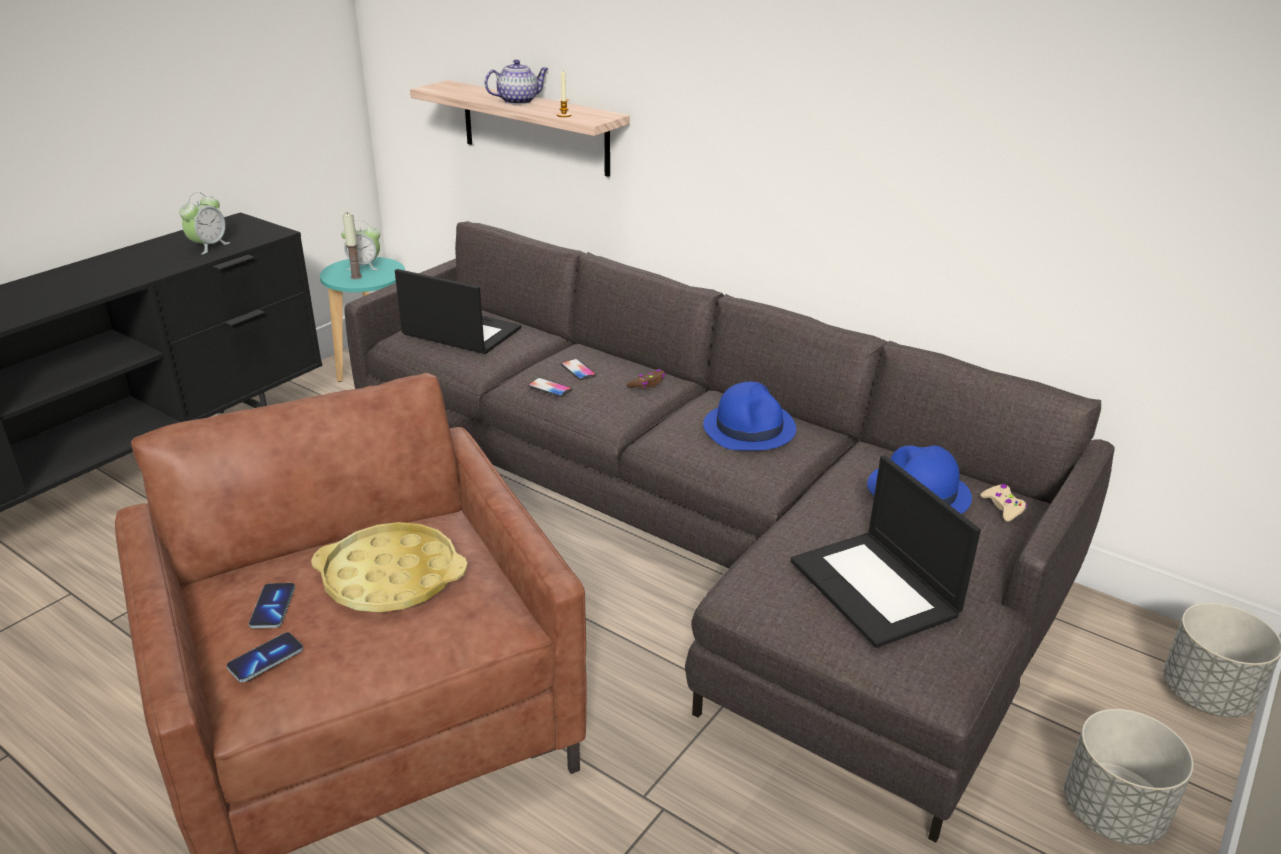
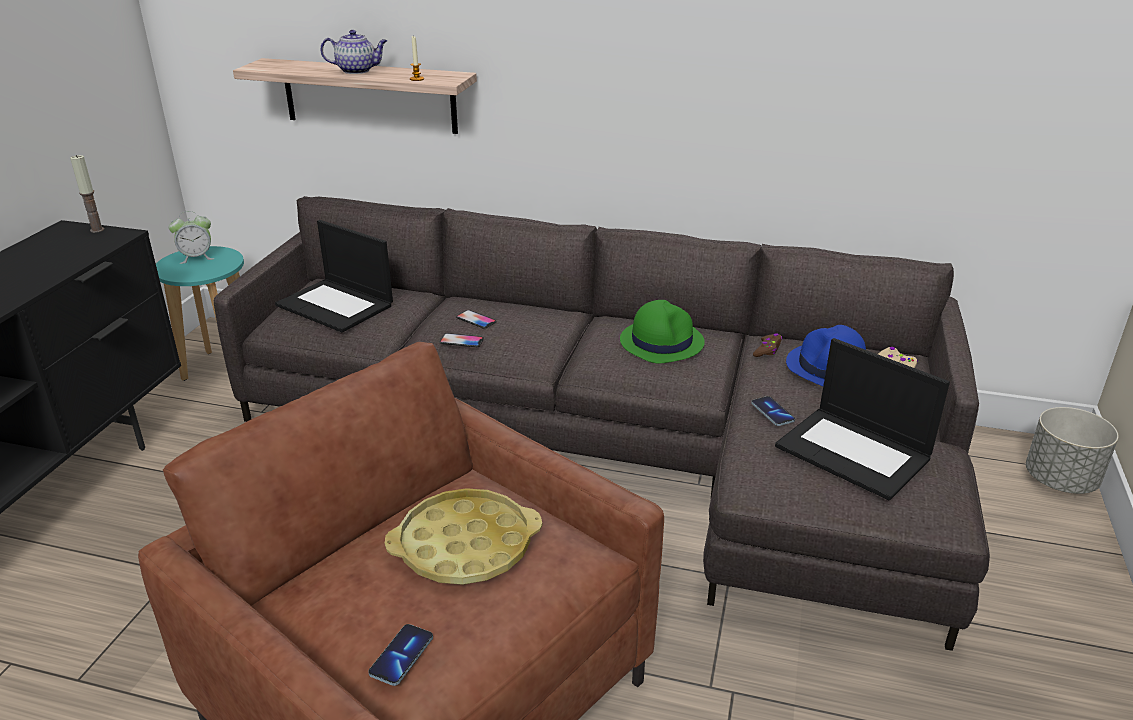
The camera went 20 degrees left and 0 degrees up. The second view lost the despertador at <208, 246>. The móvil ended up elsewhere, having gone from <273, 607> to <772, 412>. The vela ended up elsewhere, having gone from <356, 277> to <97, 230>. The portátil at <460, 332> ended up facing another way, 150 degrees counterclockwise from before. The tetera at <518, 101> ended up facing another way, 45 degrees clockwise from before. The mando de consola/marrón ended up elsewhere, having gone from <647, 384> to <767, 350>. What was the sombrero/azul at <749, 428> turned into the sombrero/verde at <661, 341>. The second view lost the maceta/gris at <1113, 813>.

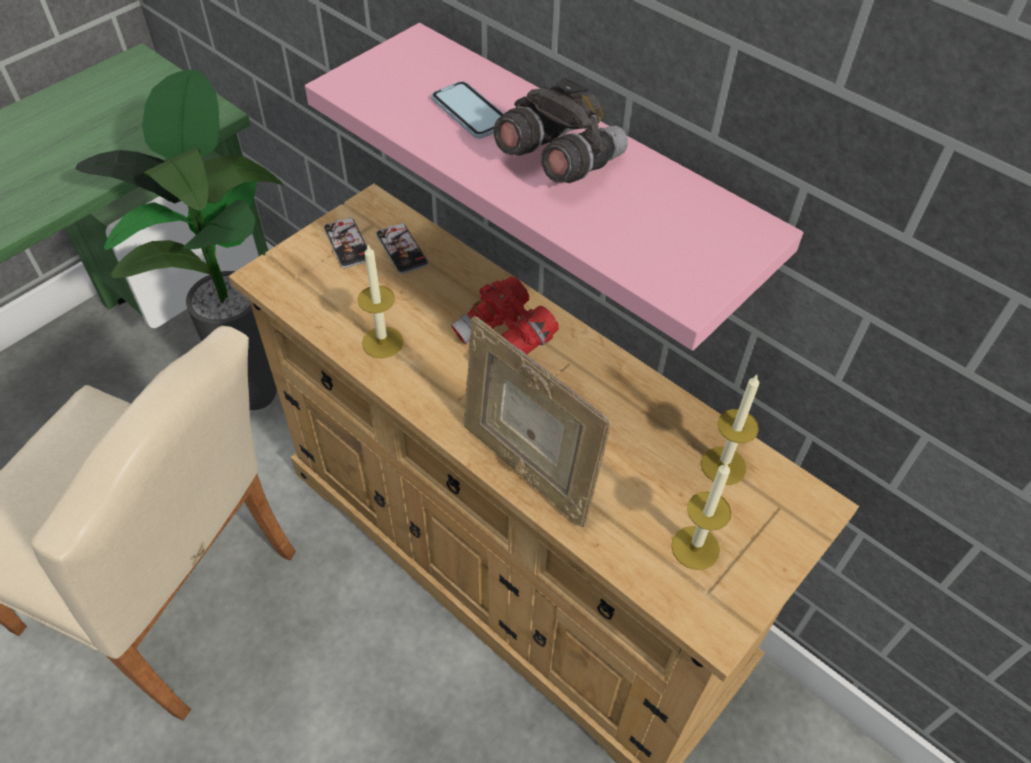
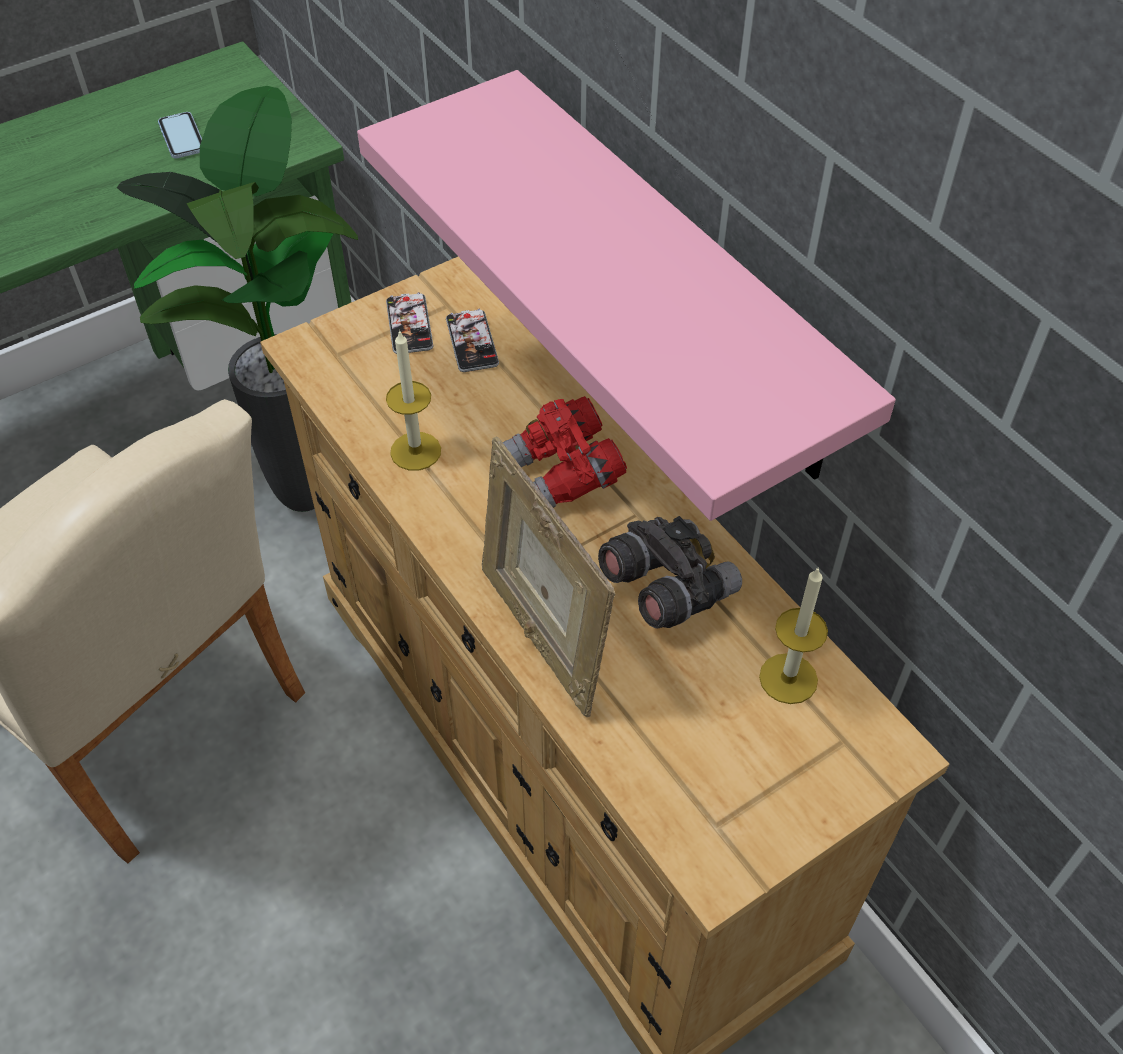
The camera went 15 degrees right and 0 degrees up. The móvil ended up elsewhere, having gone from <470, 112> to <182, 137>. The prismáticos/gris ended up elsewhere, having gone from <558, 161> to <666, 588>. The second view lost the vela at <695, 547>.

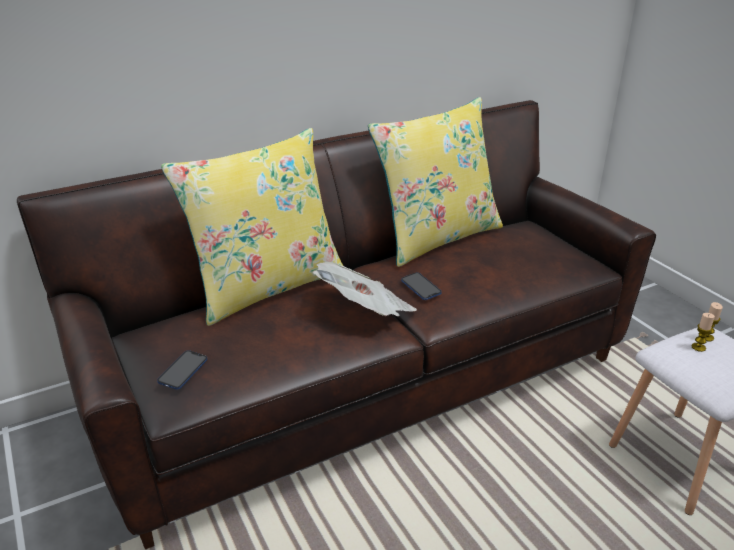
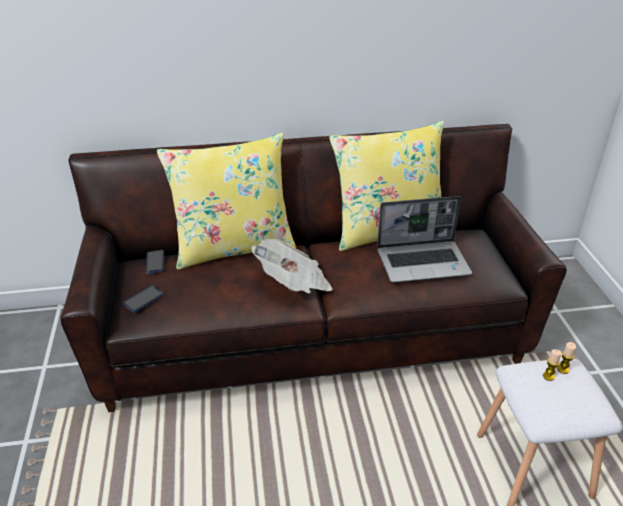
The camera went 20 degrees right and 5 degrees up. The móvil ended up elsewhere, having gone from <421, 287> to <155, 262>. The second view gained the portátil at <423, 262>.

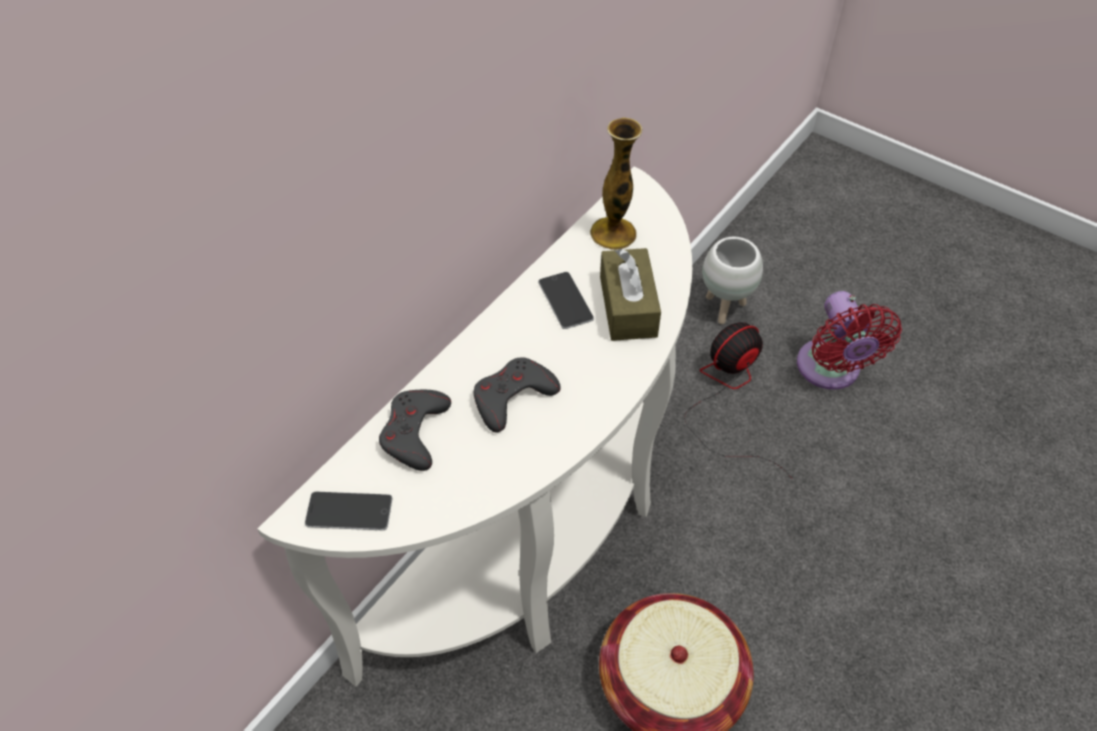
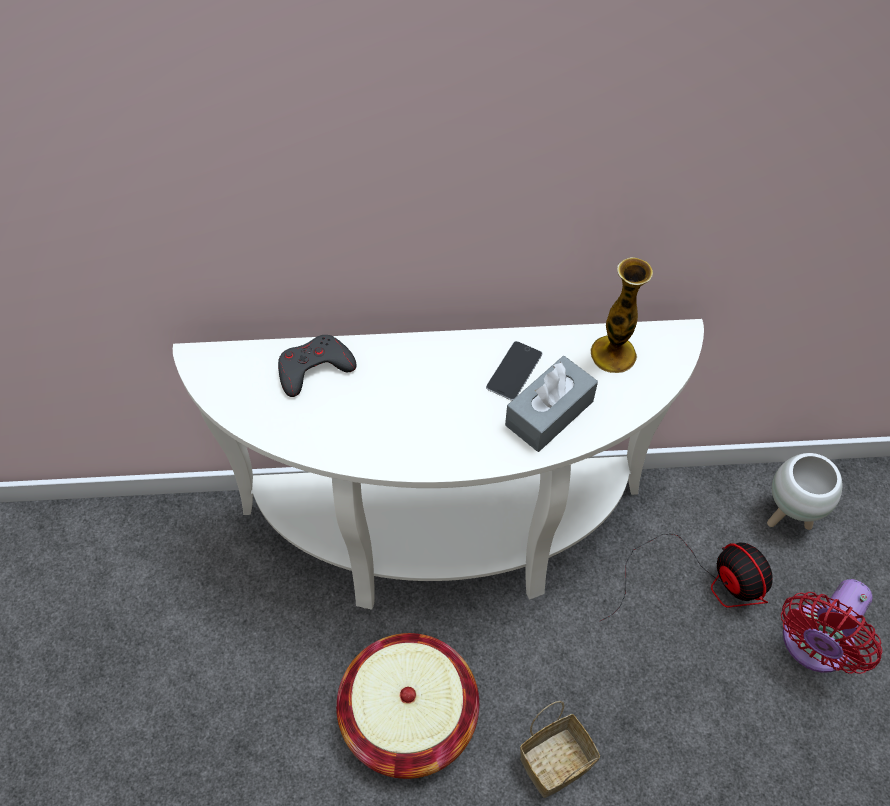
The camera went 50 degrees right and 5 degrees up. The second view lost the móvil at <349, 511>. The second view lost the mando de consola/gris at <512, 397>. What was the caja de pañuelos/marrón at <628, 306> turned into the caja de pañuelos/gris at <549, 413>. The ventilador at <728, 395> ended up facing another way, 45 degrees clockwise from before. The second view gained the cesta at <554, 765>.

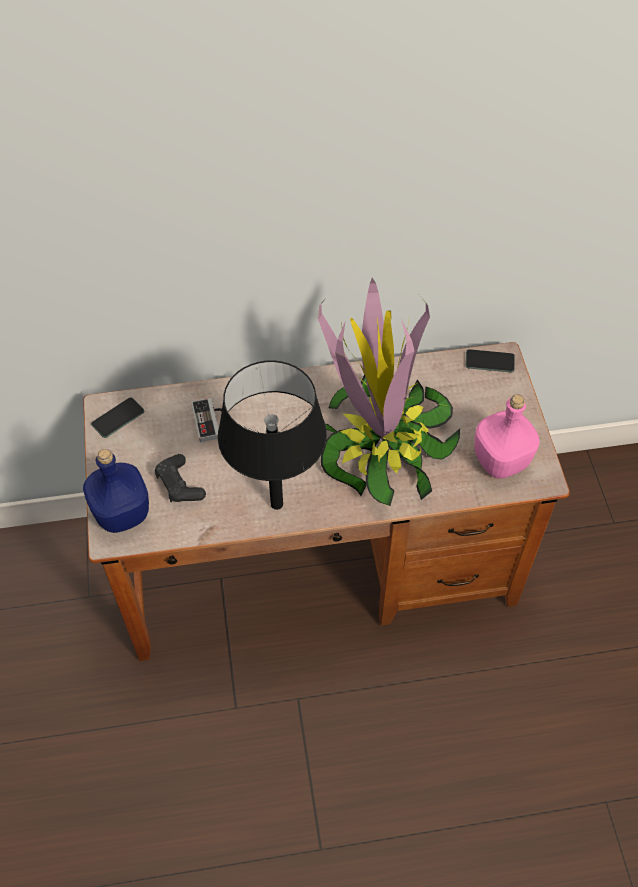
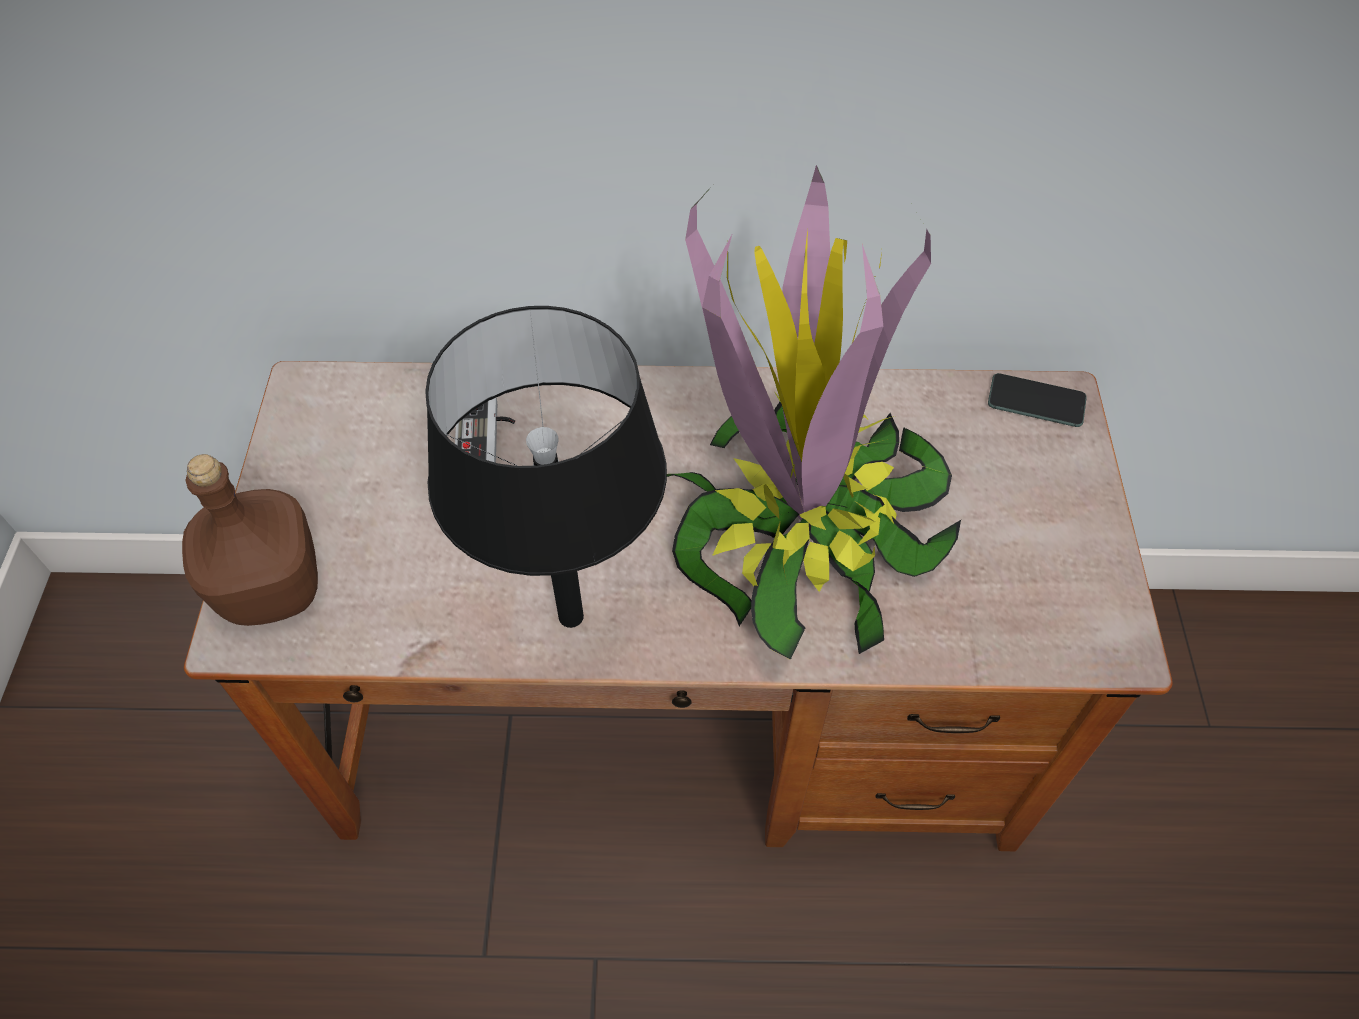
The camera went 10 degrees right and 0 degrees up. What was the botella/azul at <123, 514> turned into the botella/marrón at <274, 592>. The second view lost the móvil at <118, 418>. The second view lost the mando de consola/negro at <179, 485>. The second view lost the botella/rosa at <499, 462>.

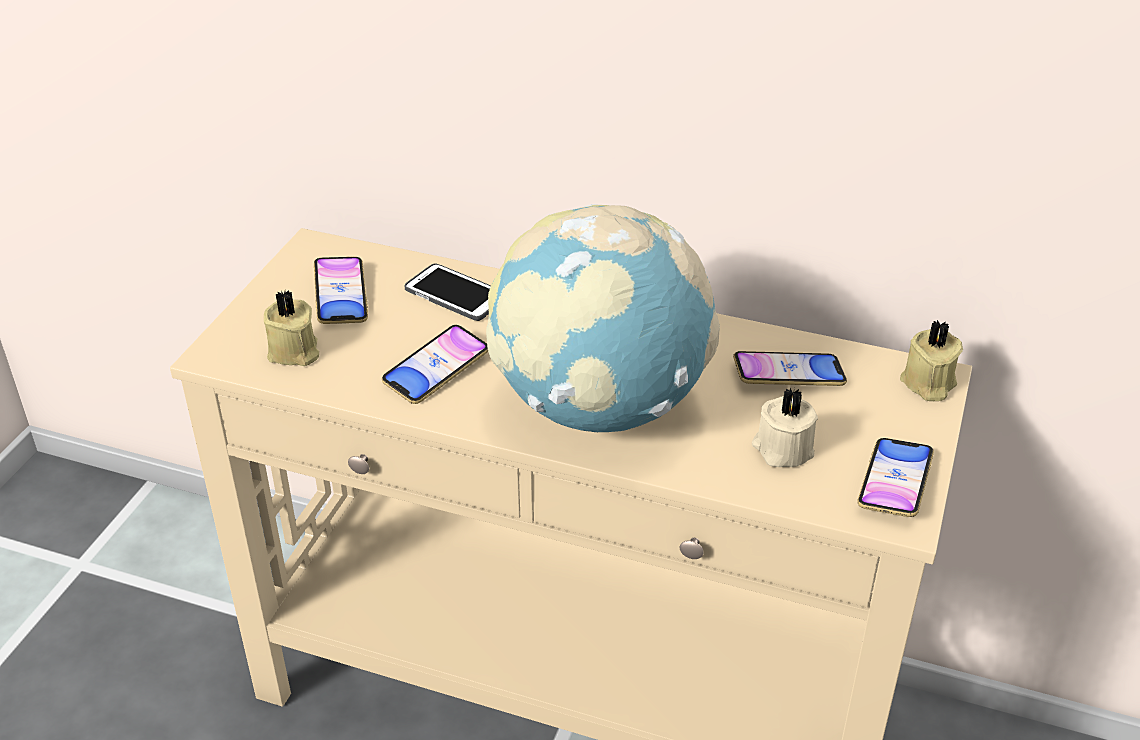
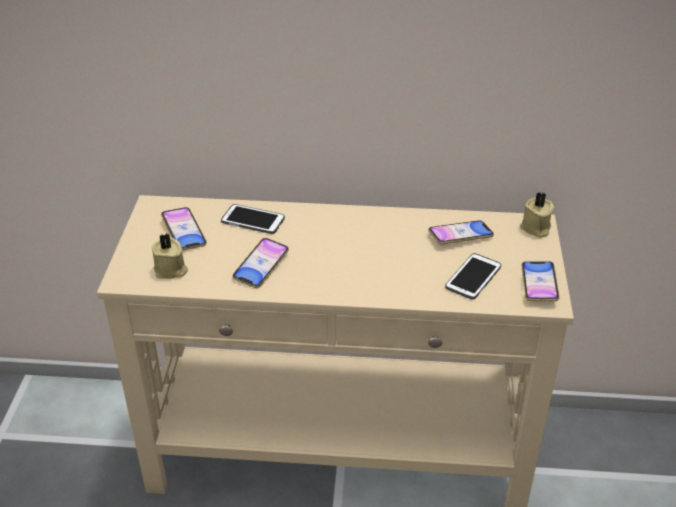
The camera went 15 degrees left and 0 degrees up. The second view lost the globo terráqueo at <600, 406>. Where the vela/beis stood at <782, 449>, the móvil came to stand at <473, 277>.

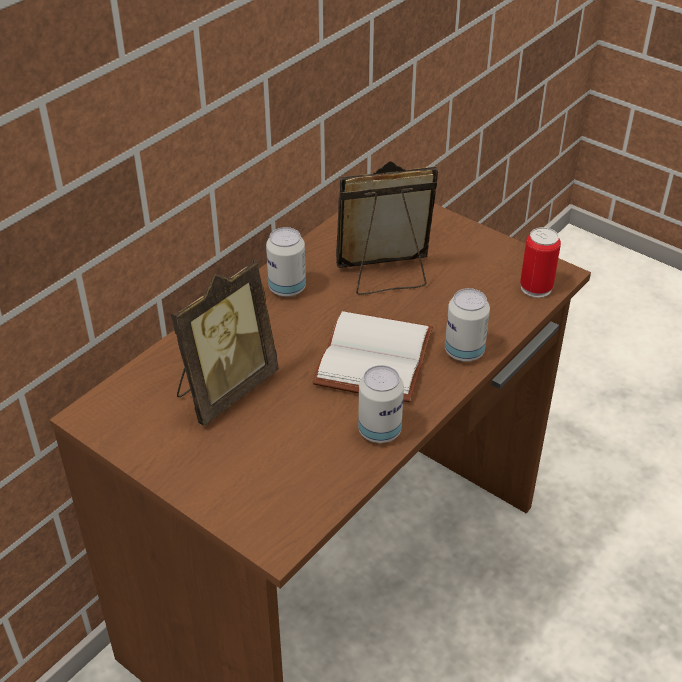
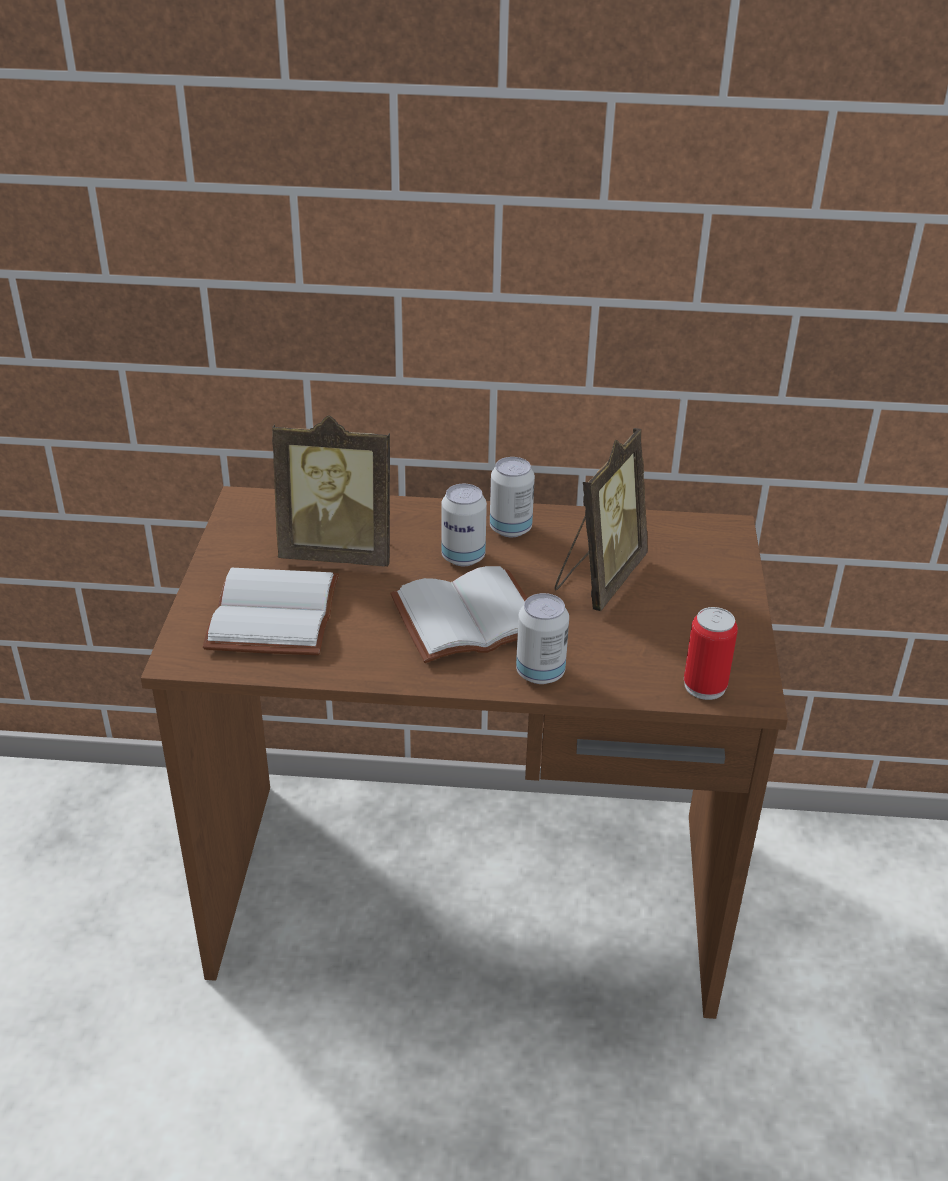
The camera went 55 degrees right and 5 degrees down. The portarretratos at <386, 276> ended up facing another way, 75 degrees clockwise from before. The lata ended up elsewhere, having gone from <379, 431> to <463, 557>. The second view gained the libro/blanco at <277, 616>.

